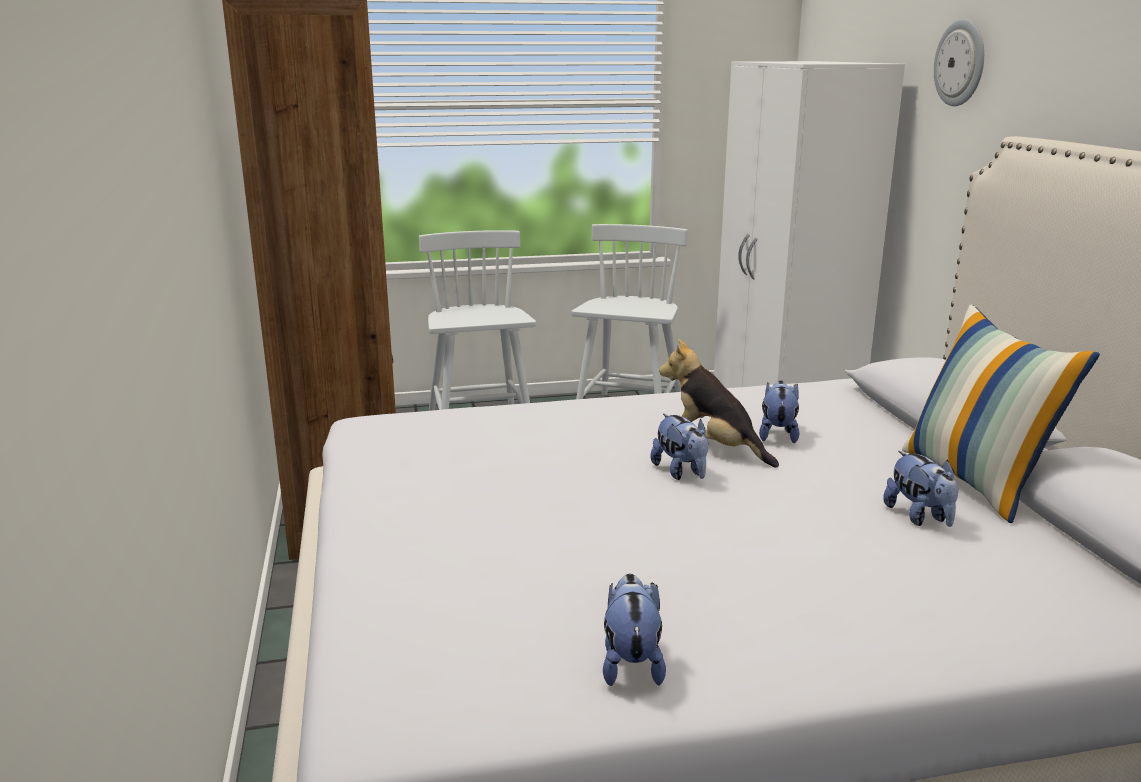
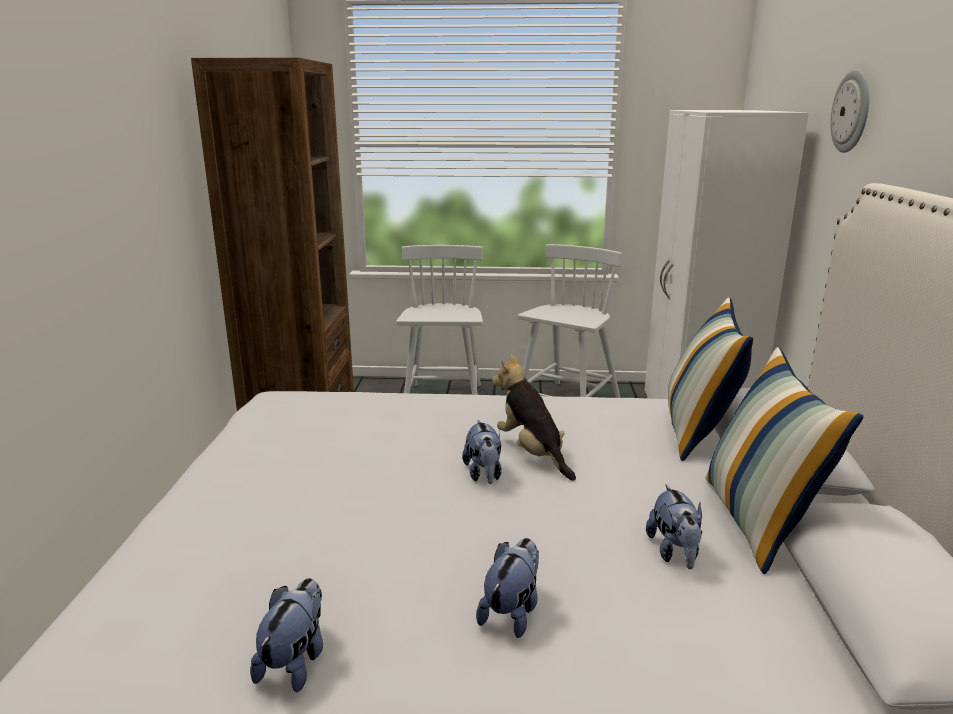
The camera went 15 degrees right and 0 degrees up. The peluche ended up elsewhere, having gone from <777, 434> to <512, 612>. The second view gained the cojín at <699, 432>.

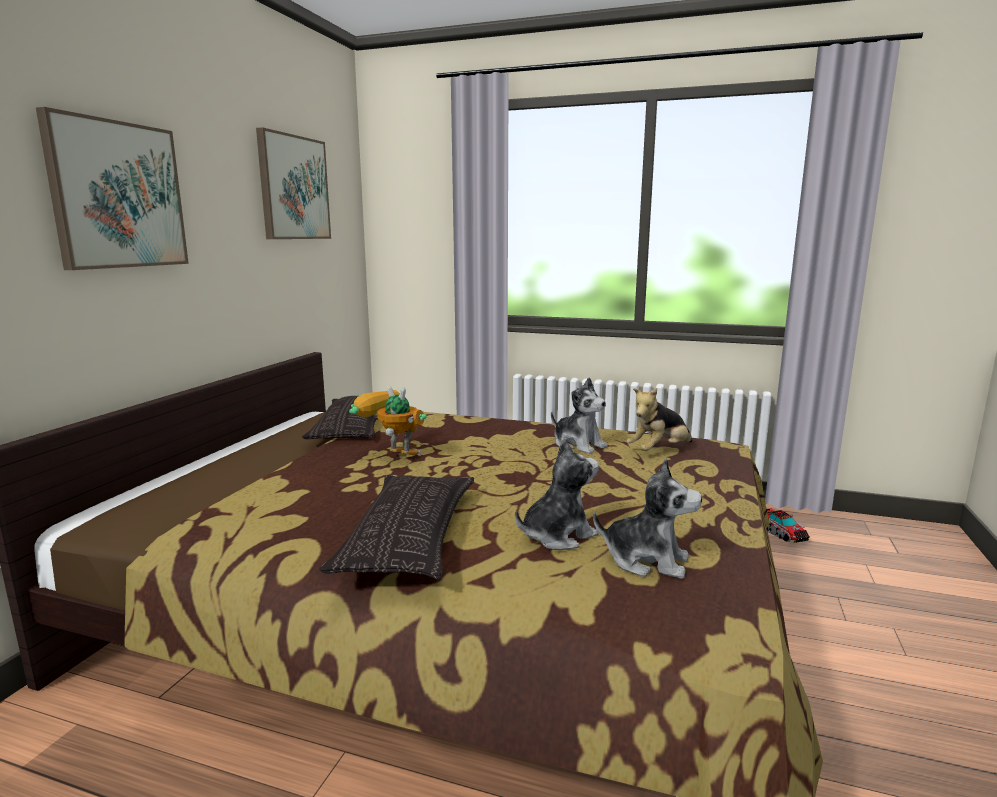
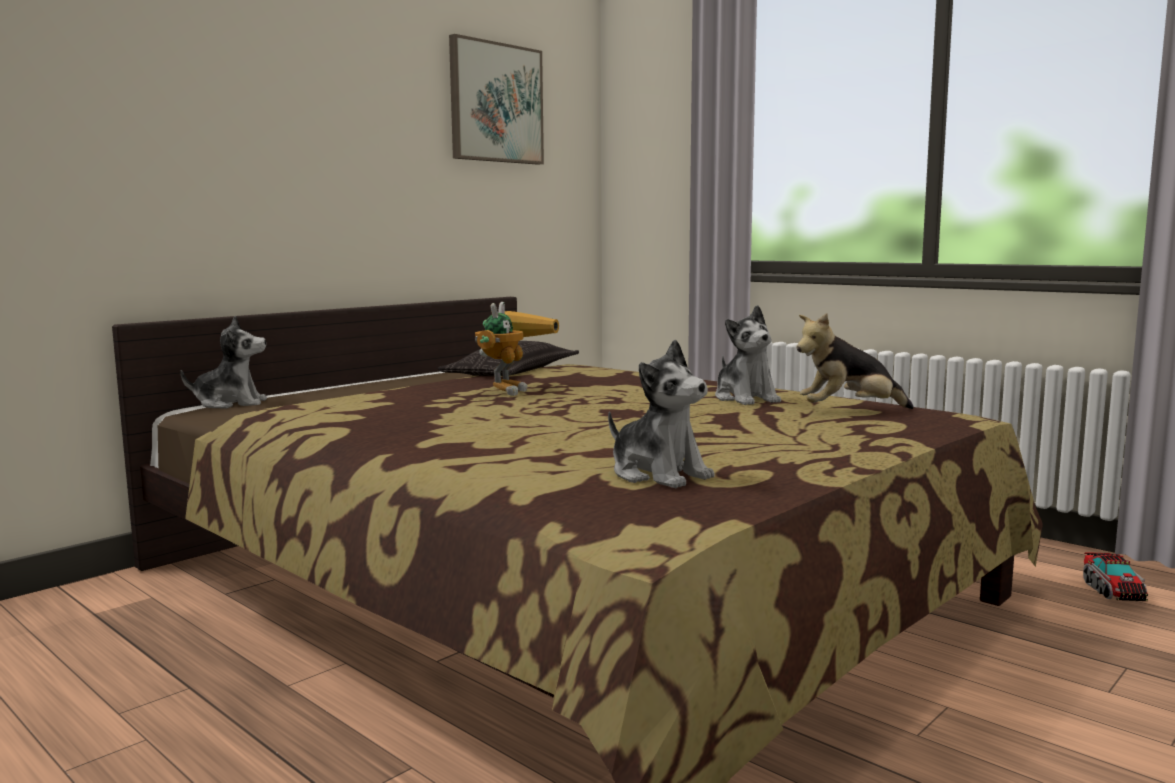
The camera went 25 degrees right and 5 degrees down. The second view lost the cuadro at <117, 195>. The second view lost the cojín at <409, 535>. The robot de juguete at <390, 456> ended up facing another way, 60 degrees clockwise from before. The peluche ended up elsewhere, having gone from <557, 535> to <231, 404>.

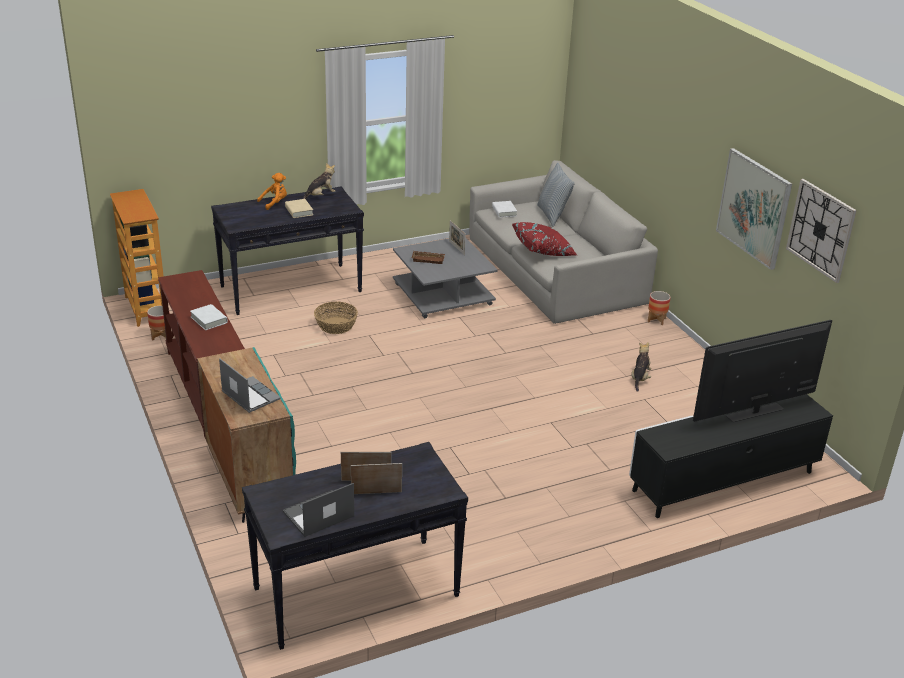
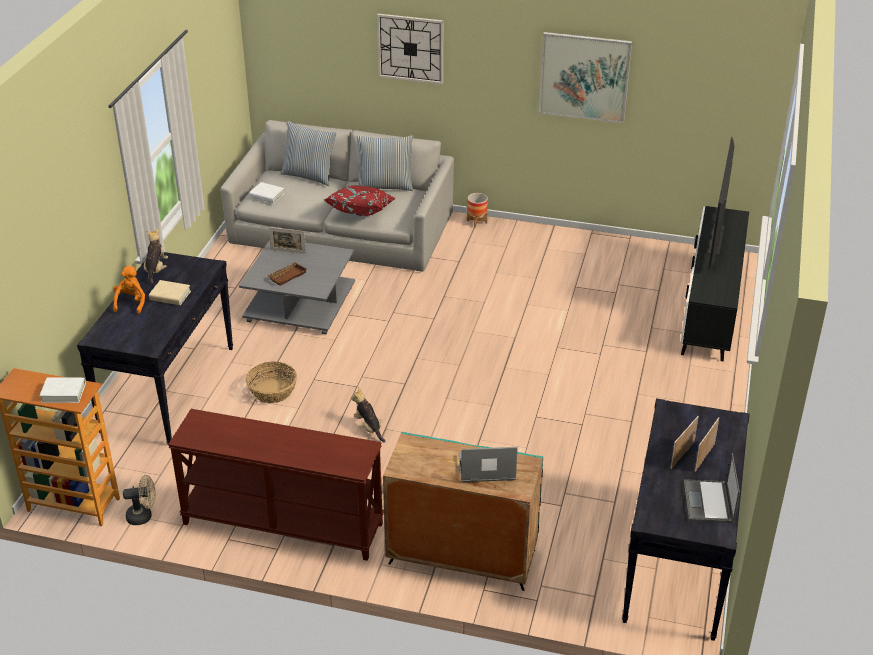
The camera went 50 degrees left and 5 degrees up. Where the maceta stood at <161, 336>, the ventilador/beis came to stand at <143, 516>. The libro/blanco ended up elsewhere, having gone from <209, 320> to <63, 393>. The peluche ended up elsewhere, having gone from <640, 378> to <369, 428>. The reloj de pared ended up elsewhere, having gone from <821, 230> to <410, 48>. The second view gained the cojín at <385, 186>.

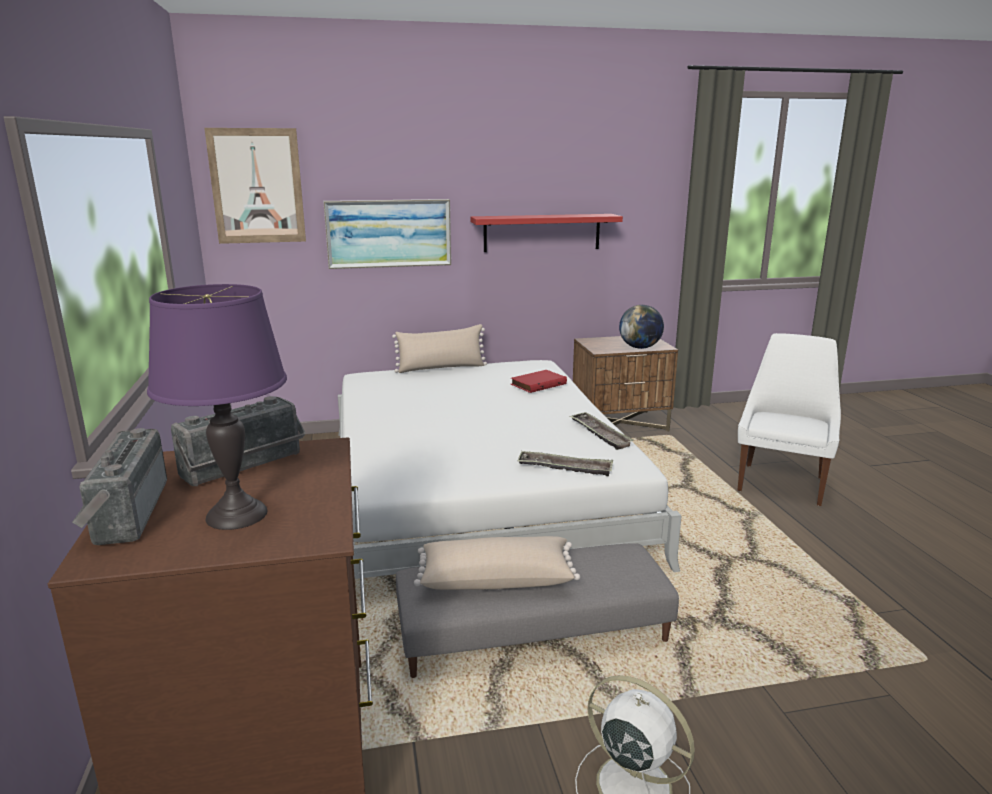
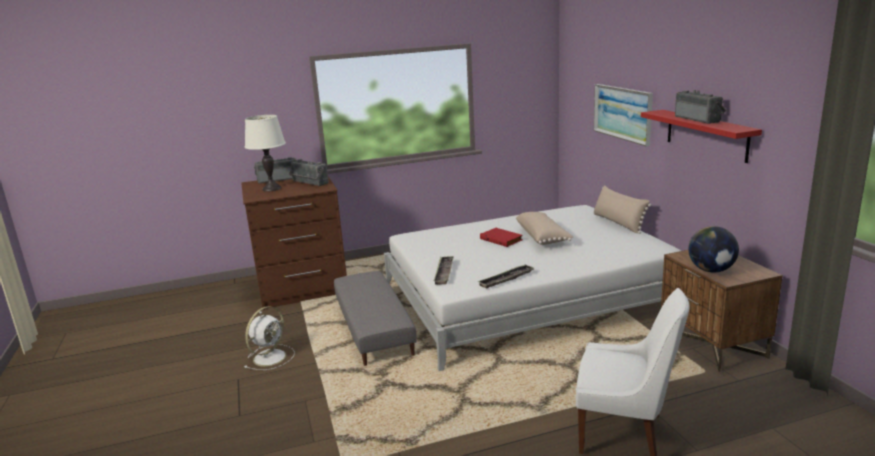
The camera went 85 degrees right and 0 degrees up. What was the lámpara de mesa/morado at <237, 515> turned into the lámpara de mesa/blanco at <272, 188>. The second view lost the cuadro at <257, 186>. The cojín/beis ended up elsewhere, having gone from <496, 579> to <543, 237>. The libro/rojo ended up elsewhere, having gone from <538, 384> to <502, 239>. The second view gained the radio at <699, 119>.

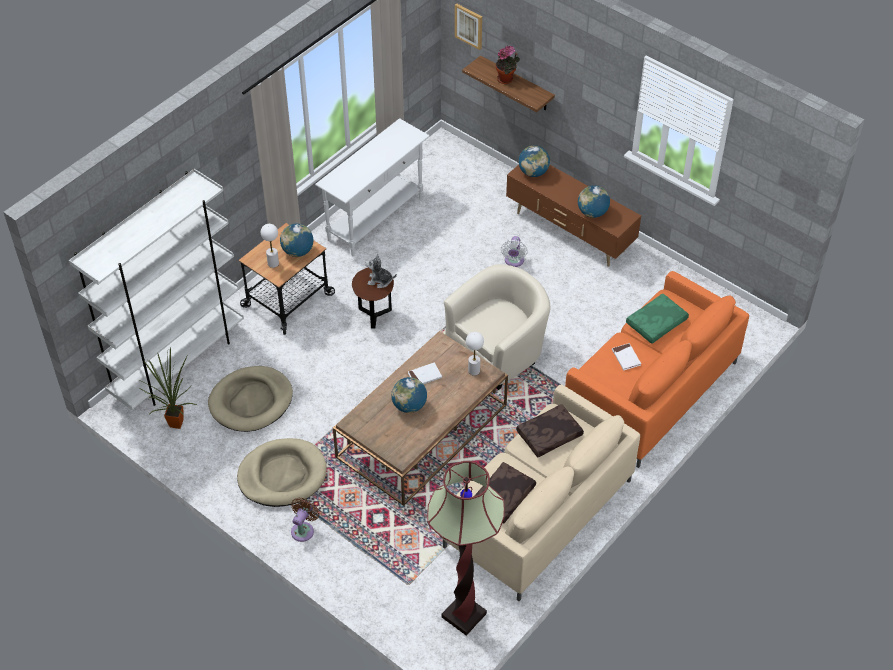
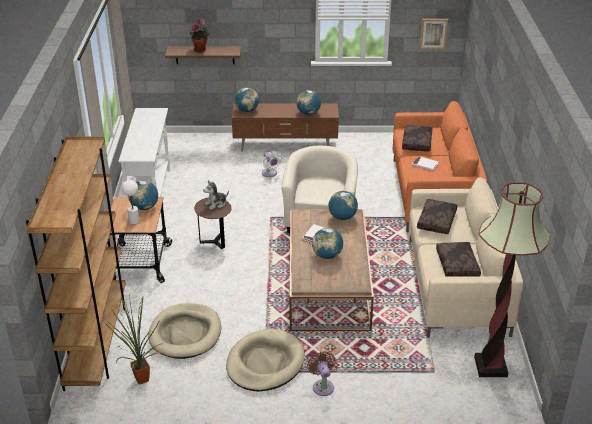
The camera went 40 degrees left and 15 degrees down. What was the estantería/blanco at <178, 363> turned into the estantería/marrón at <97, 342>. The cuadro ended up elsewhere, having gone from <469, 26> to <433, 33>. Where the lámpara de mesa/blanco stood at <474, 370>, the globo terráqueo came to stand at <342, 217>. What was the cojín/verde at <656, 324> turned into the cojín/marrón at <417, 143>.

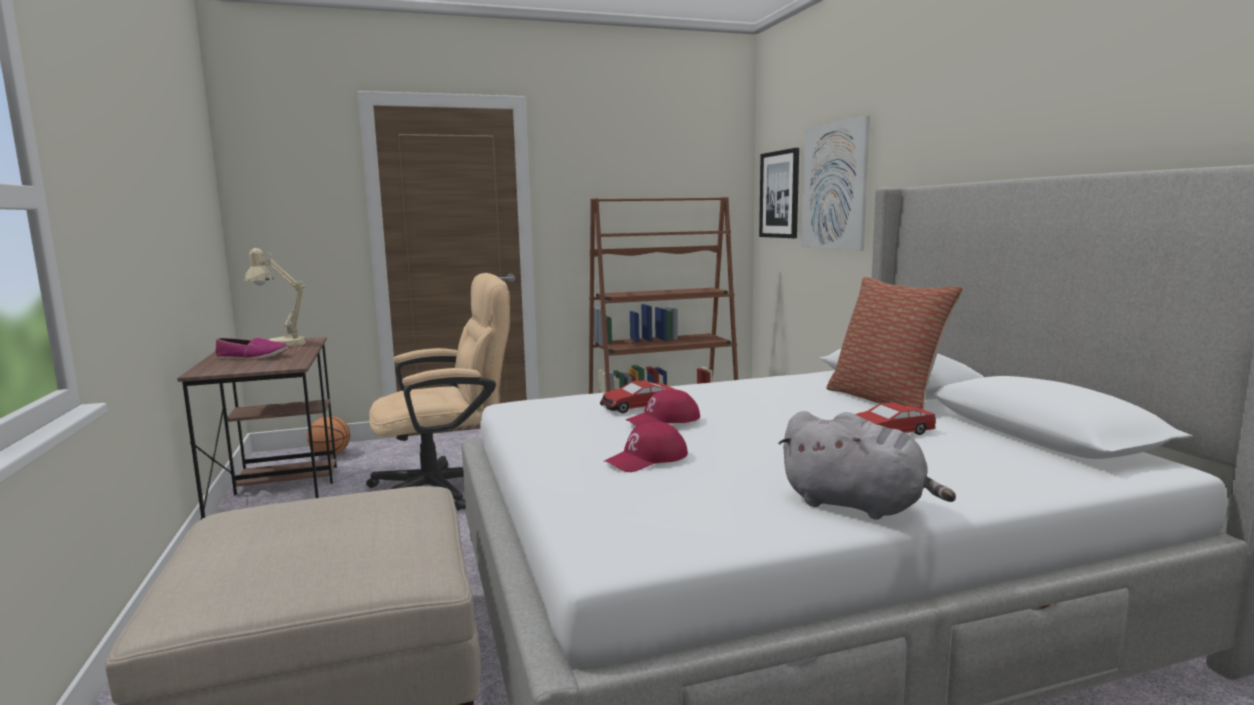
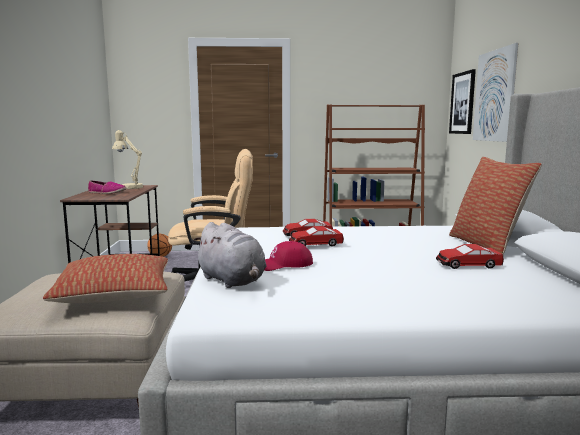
The camera went 15 degrees right and 0 degrees up. Where the gorra/rojo stood at <663, 420>, the coche de juguete came to stand at <315, 244>. The peluche/gris ended up elsewhere, having gone from <858, 505> to <232, 281>. The second view gained the cojín at <115, 294>.

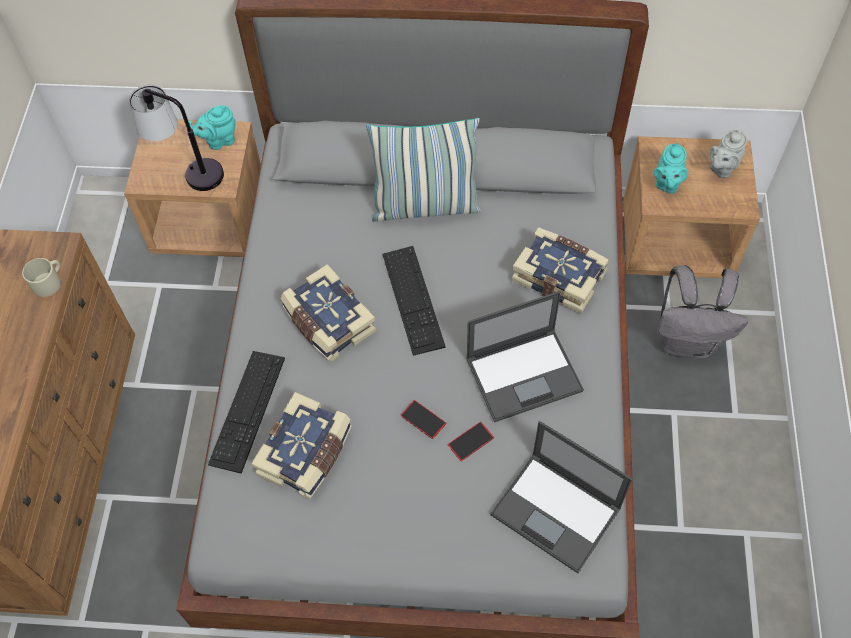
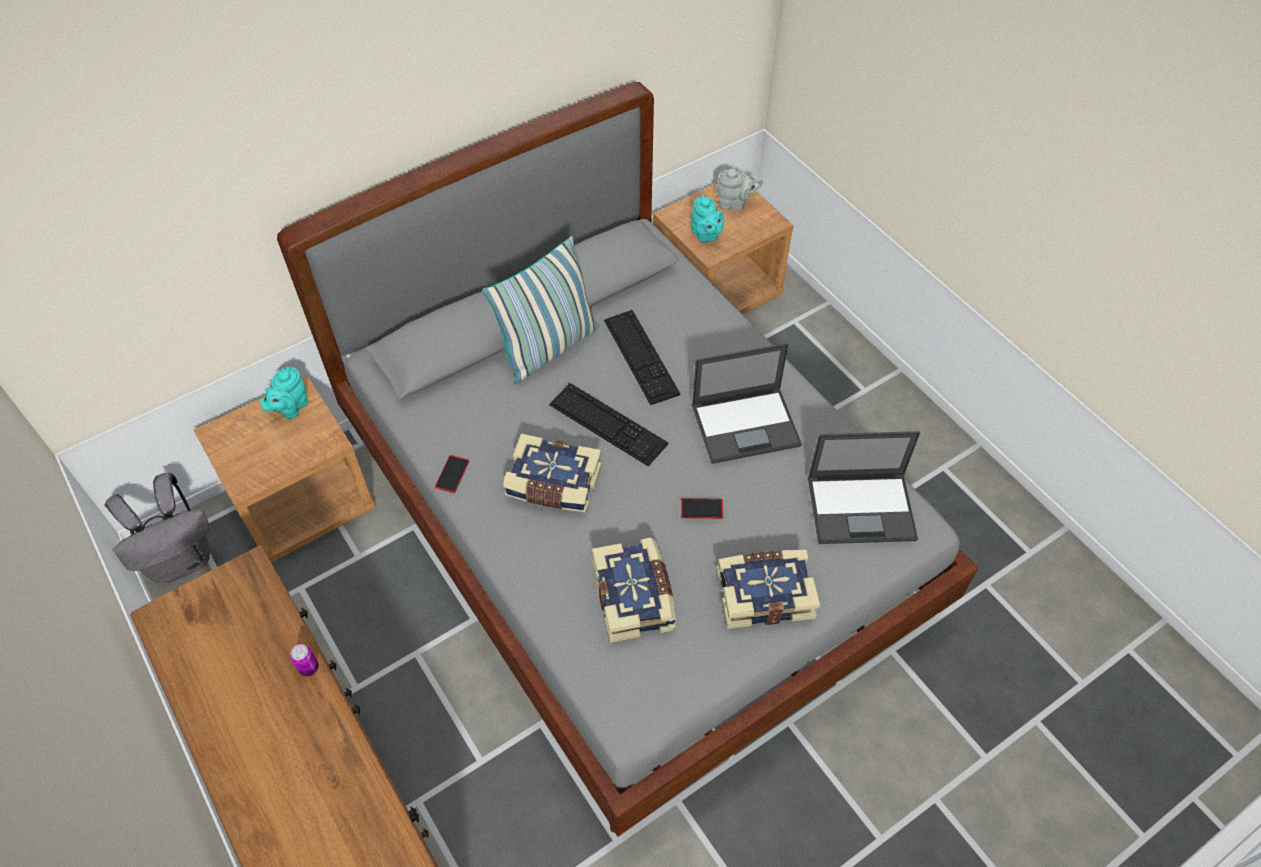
The camera went 40 degrees left and 5 degrees down. The second view lost the taza grande/beis at <49, 281>. The second view lost the lámpara de mesa at <188, 171>. The teclado ended up elsewhere, having gone from <247, 410> to <641, 356>. The móvil ended up elsewhere, having gone from <470, 441> to <452, 474>. The portátil at <525, 374> ended up facing another way, 45 degrees clockwise from before. The libro ended up elsewhere, having gone from <559, 276> to <764, 593>. The mochila/gris ended up elsewhere, having gone from <687, 341> to <182, 559>. The tetera/gris at <722, 168> ended up facing another way, 90 degrees counterclockwise from before. The second view gained the lata at <309, 668>.

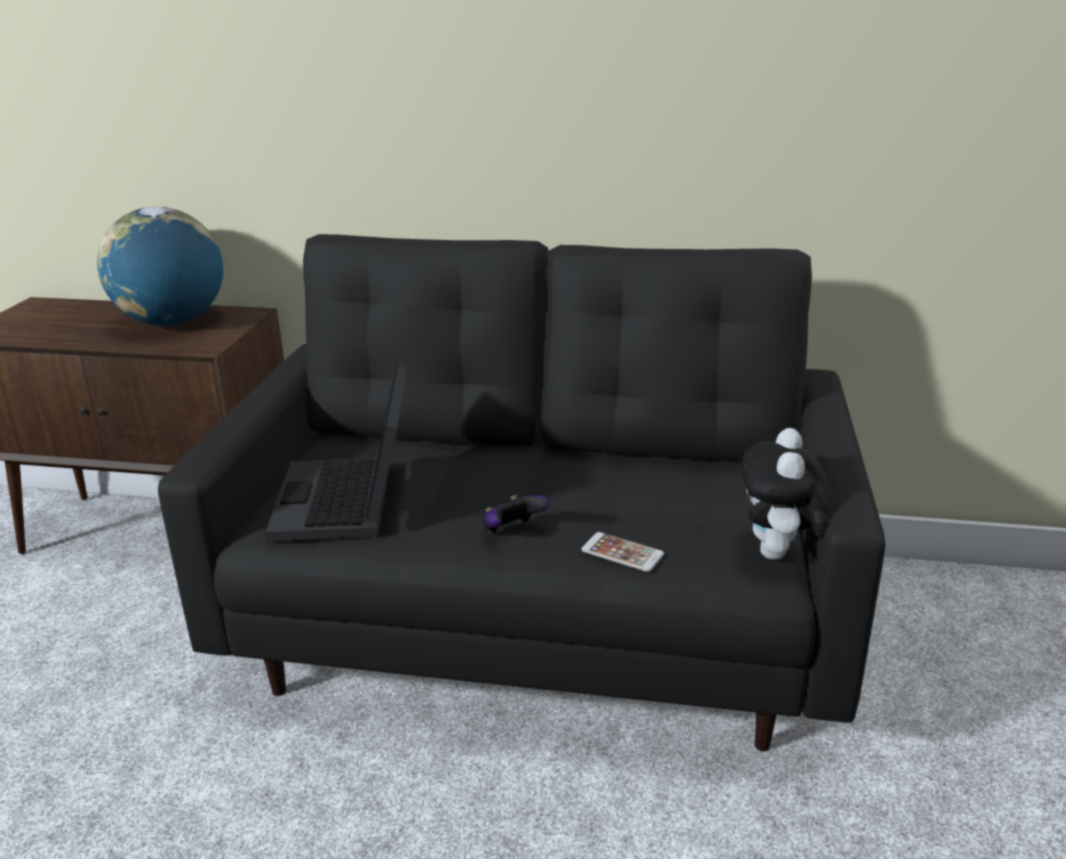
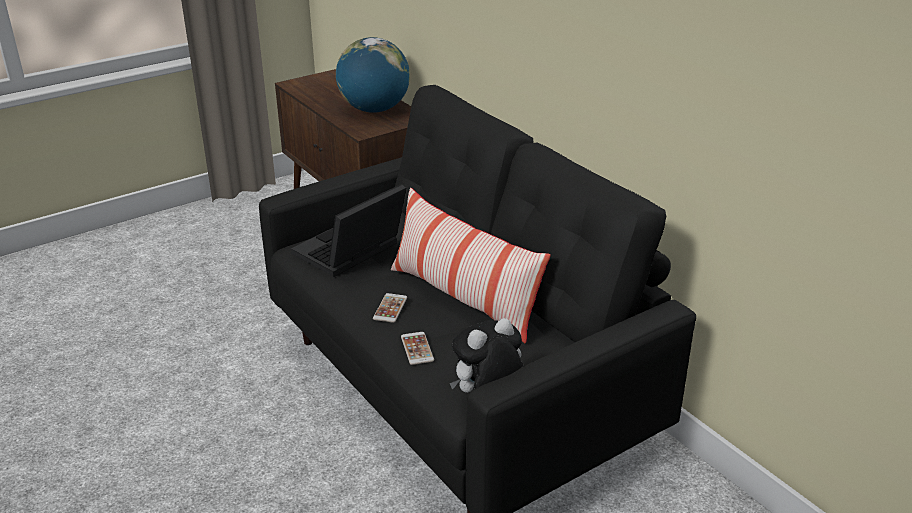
The camera went 45 degrees right and 5 degrees up. Where the mando de consola stood at <512, 531>, the móvil came to stand at <390, 308>. The second view gained the cojín at <463, 299>.

